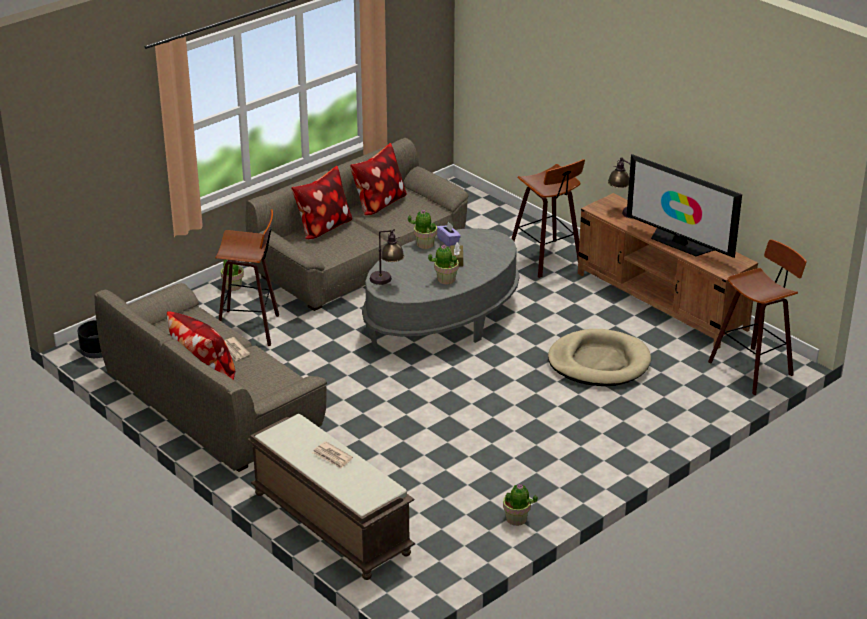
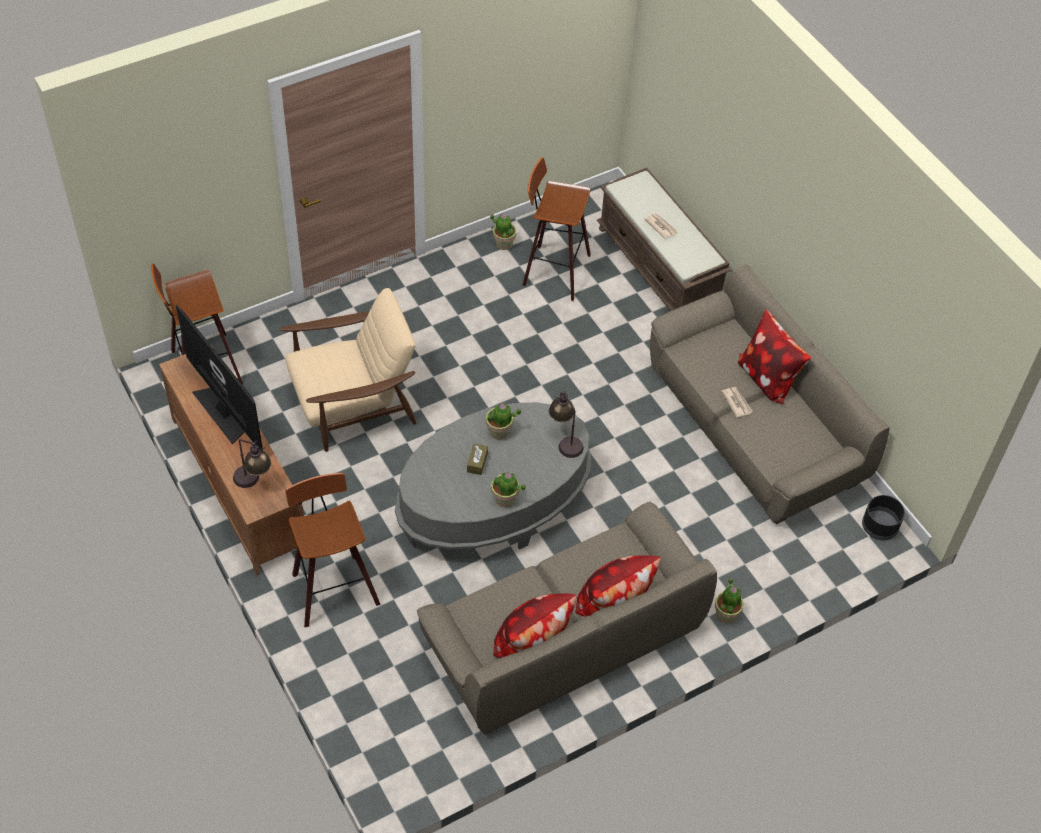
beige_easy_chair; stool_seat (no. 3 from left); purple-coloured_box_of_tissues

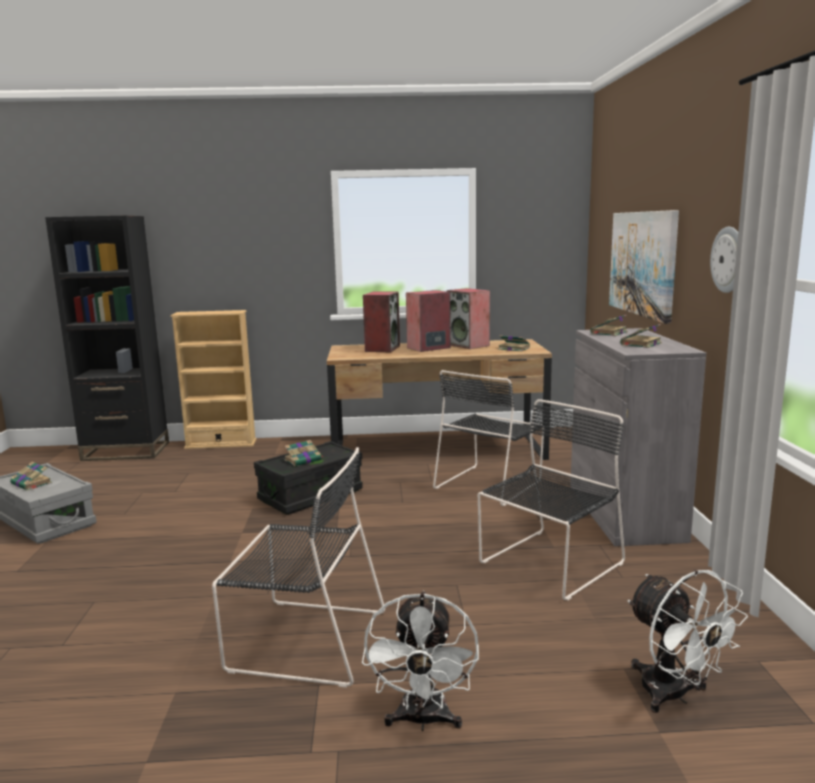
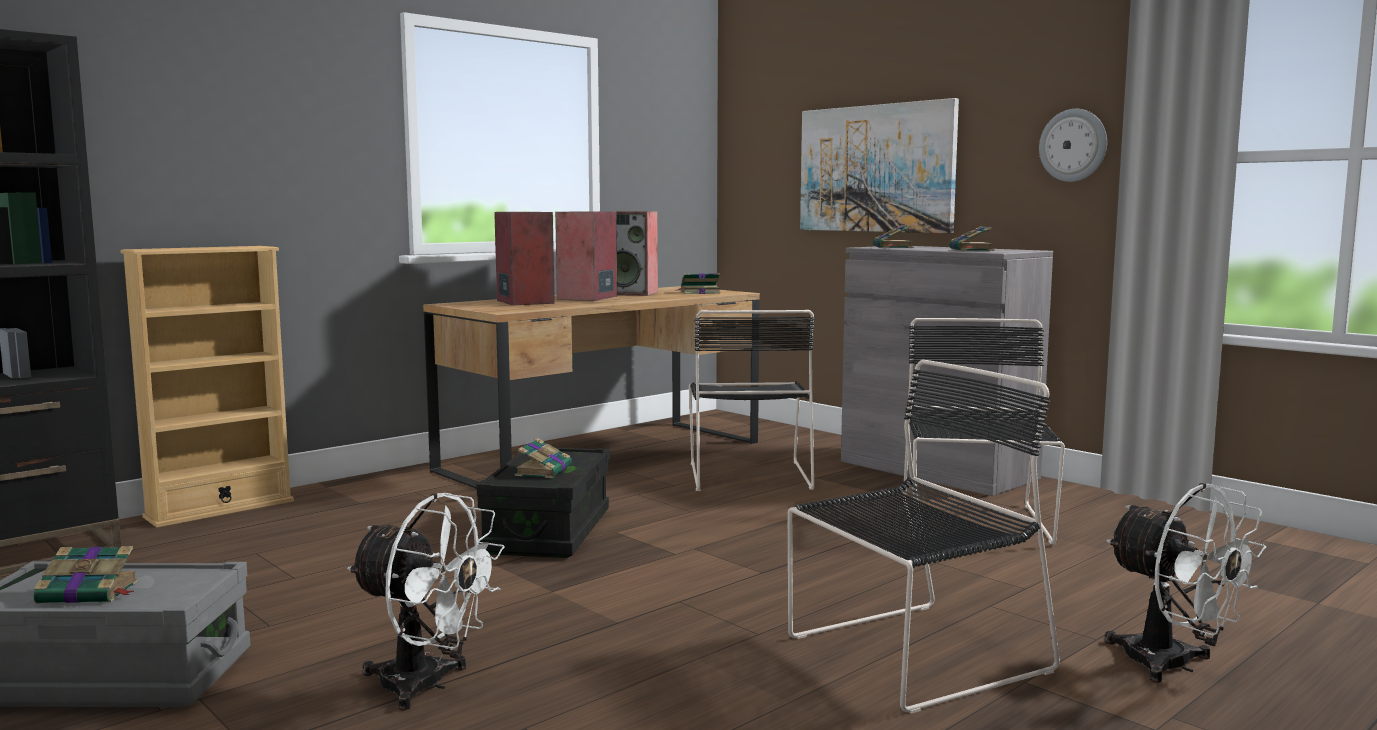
whitish_electric_fan (no. 1 from left)

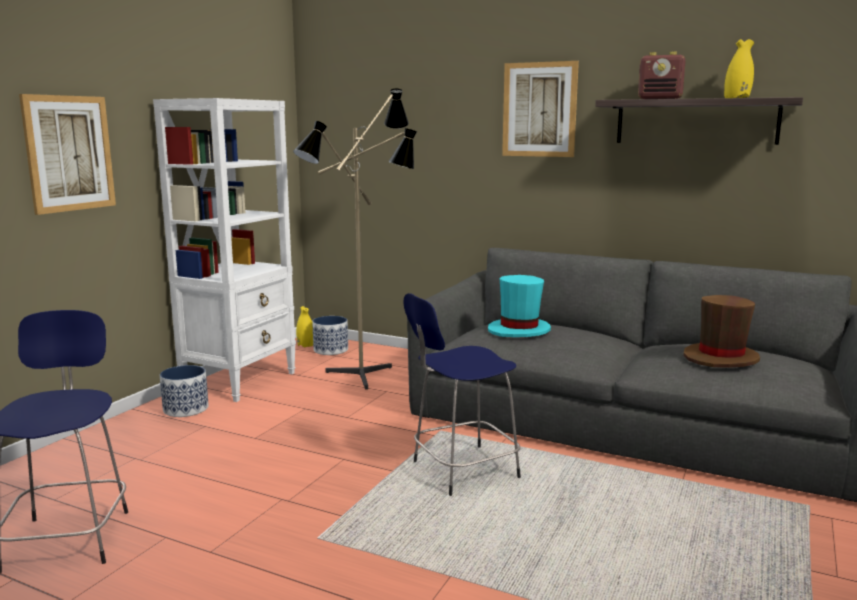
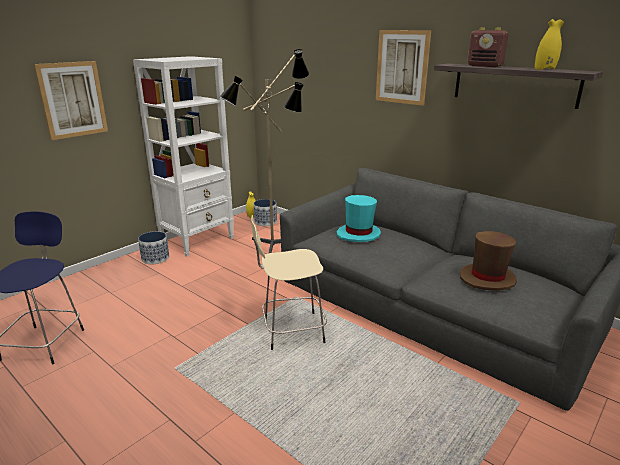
beige_stool_seat

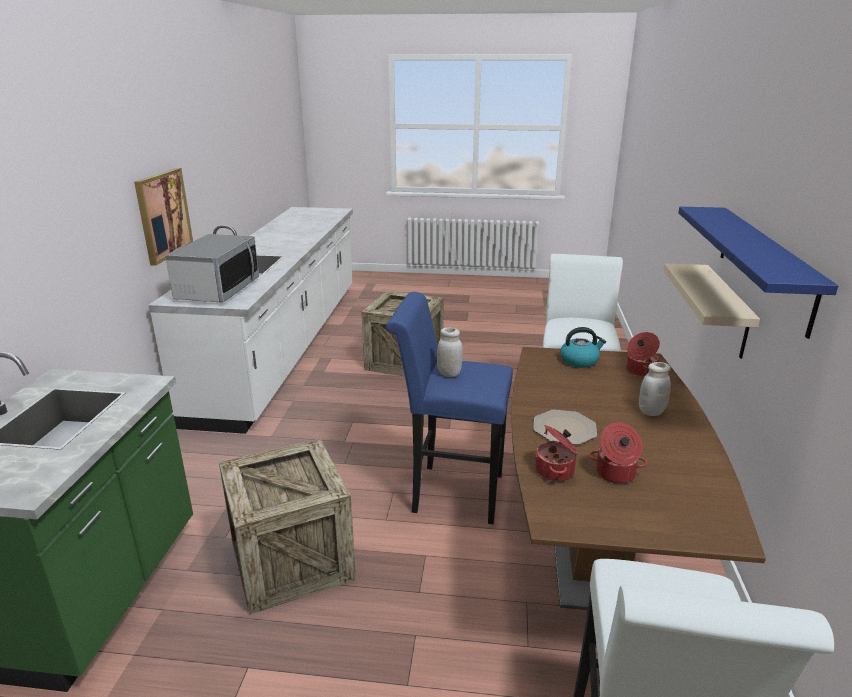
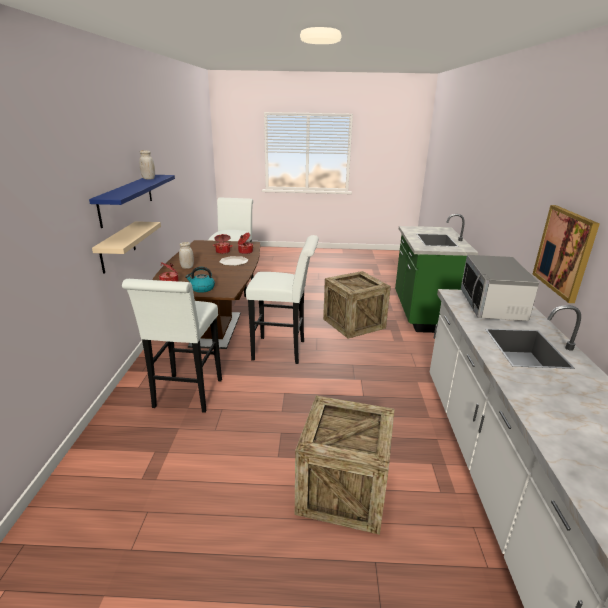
whitish_storage_jar (no. 1 from left); whitish_stool_seat (no. 3 from left)

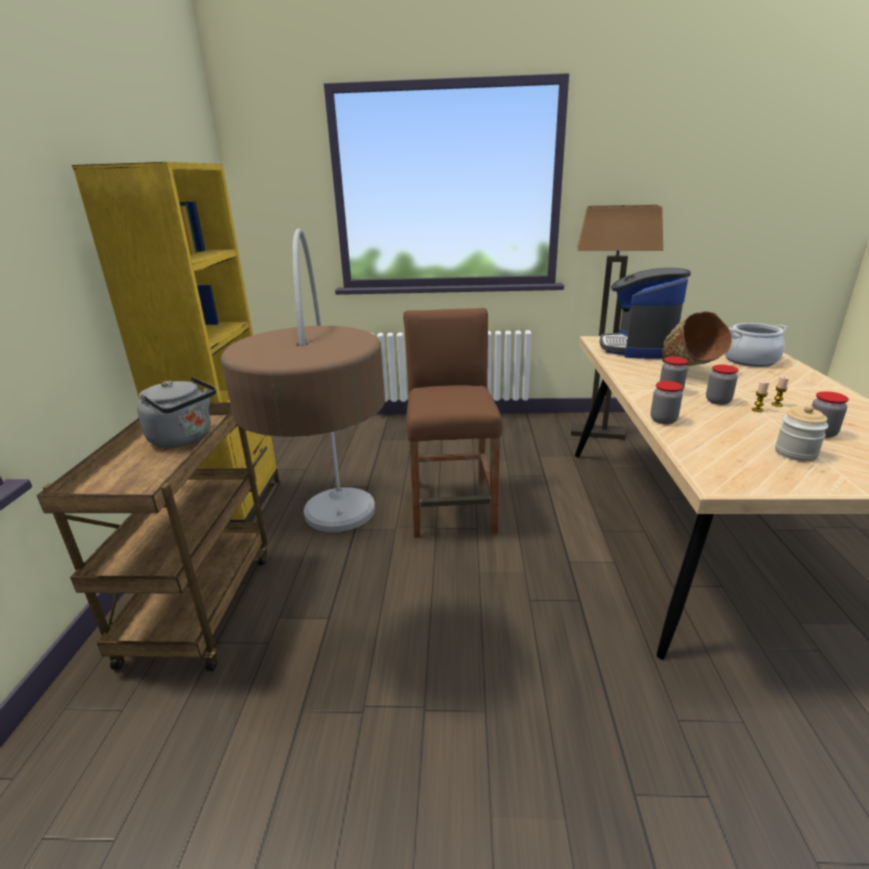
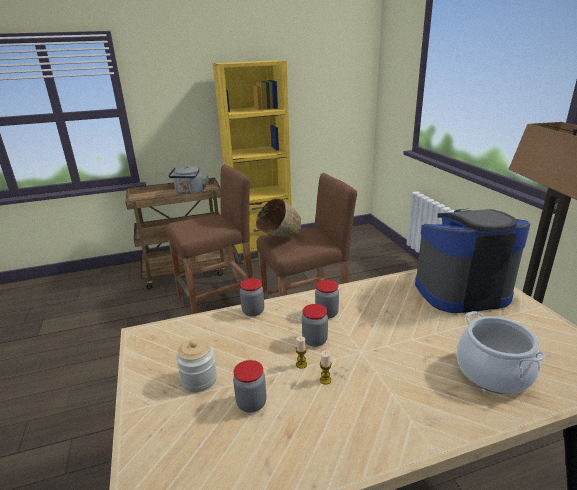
brown_stool_seat (no. 1 from left); brown_serving_bowl

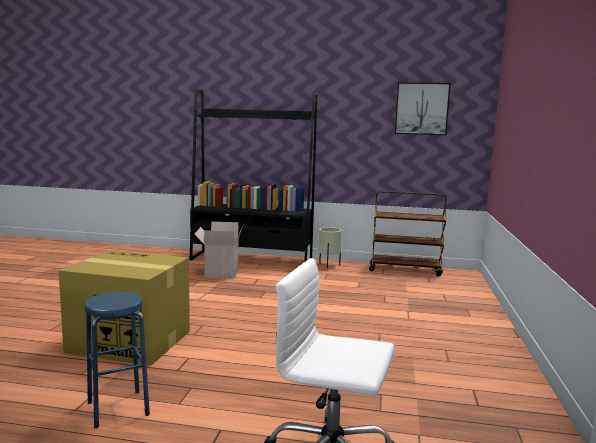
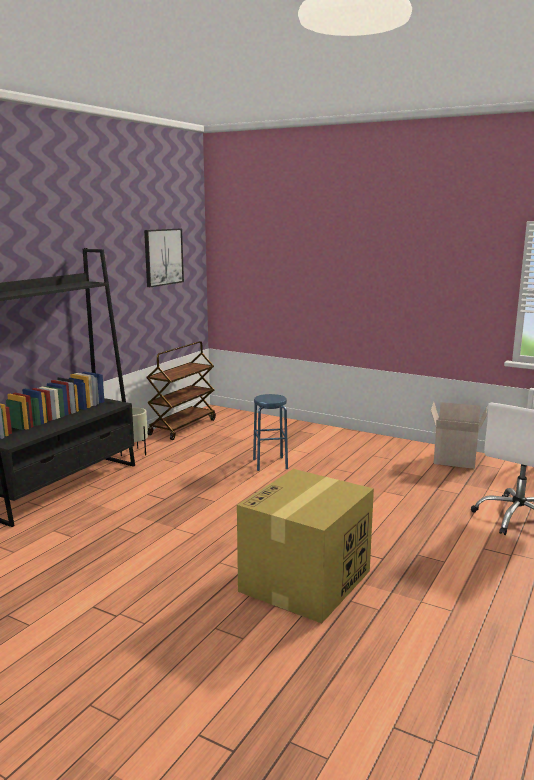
blue_stool_seat; cardboard_box (no. 2 from left)

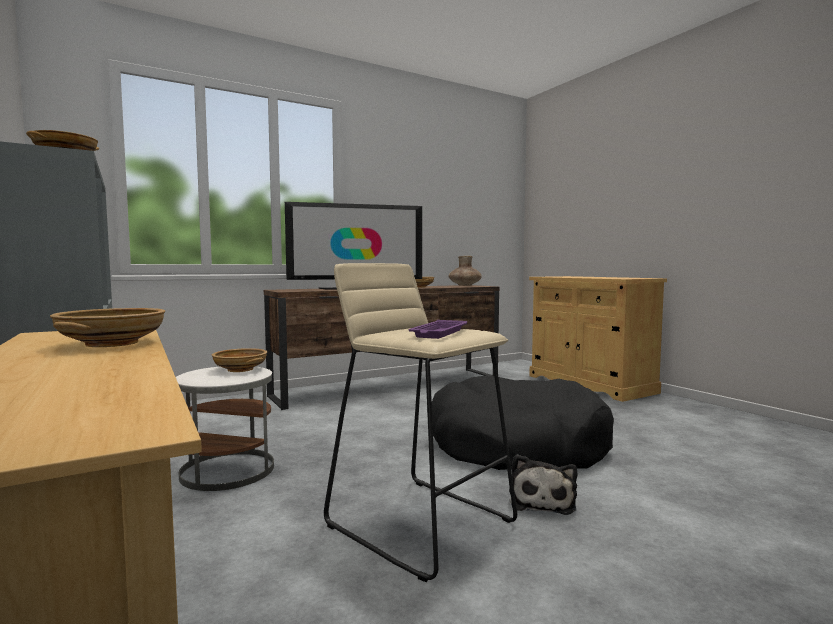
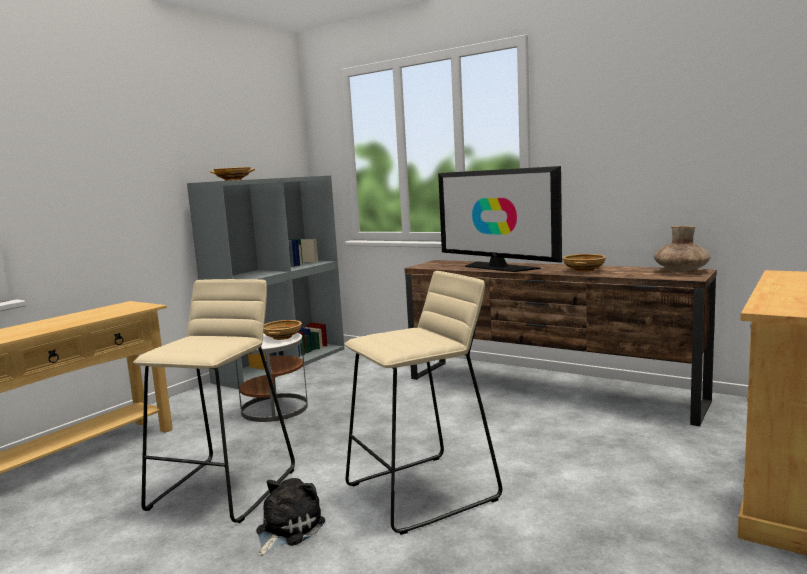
cuddly_toy; beige_stool_seat (no. 2 from left); beige_serving_bowl (no. 2 from left in the first image); purple-coloured_serving_tray

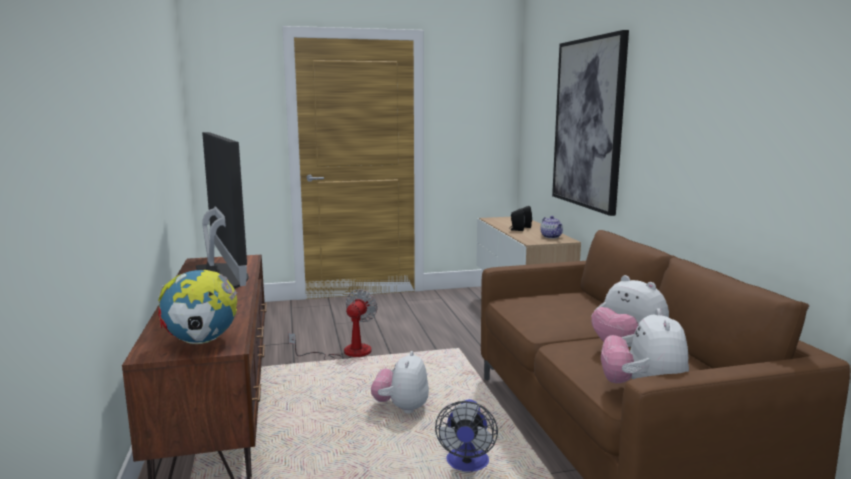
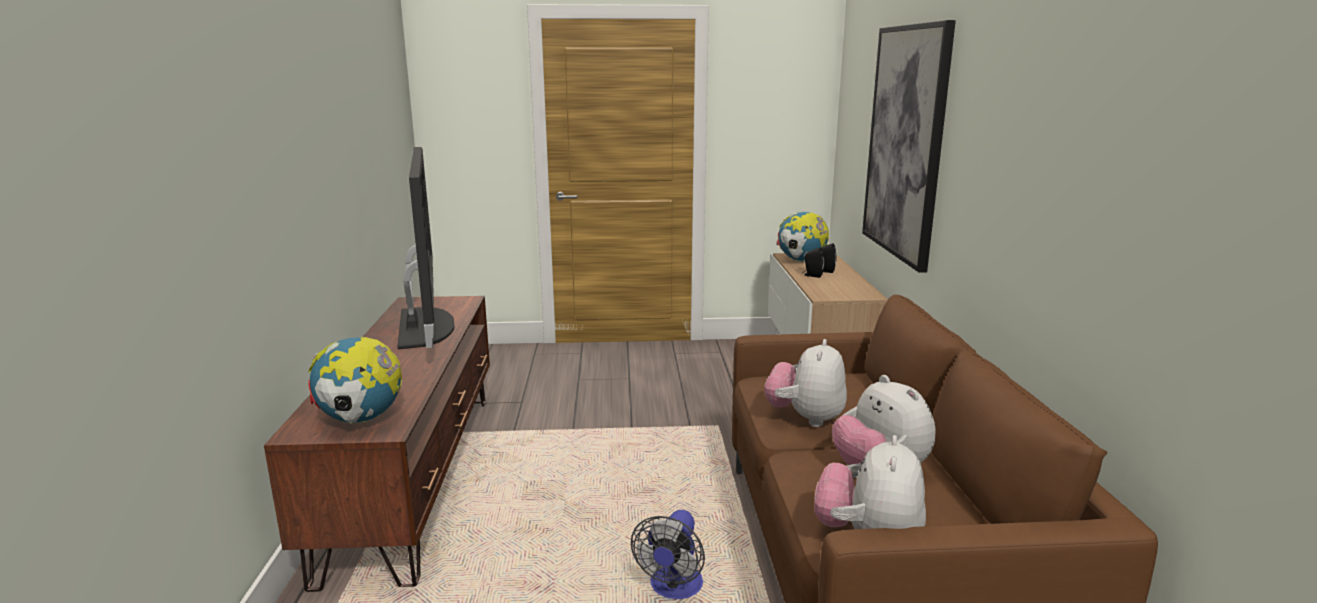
cuddly_toy (no. 1 from left); world_globe (no. 2 from left); electric_fan (no. 1 from left in the first image); pot_for_tea

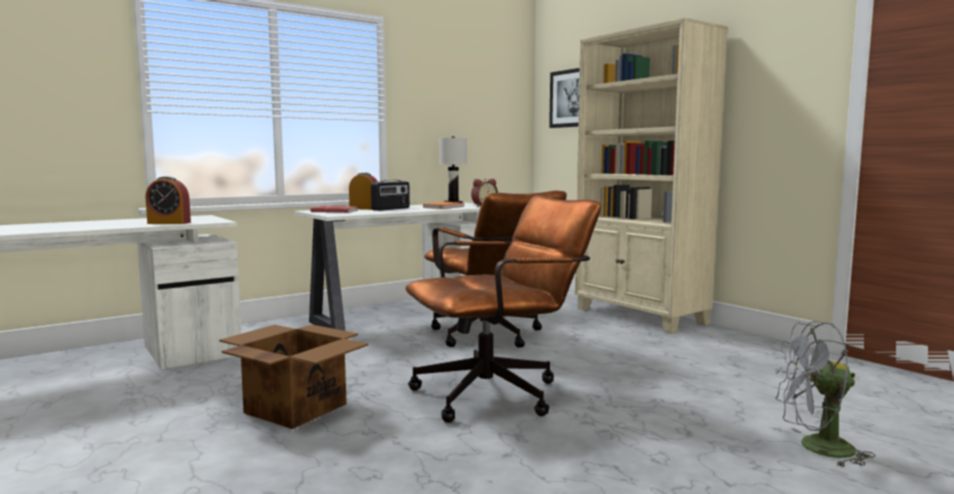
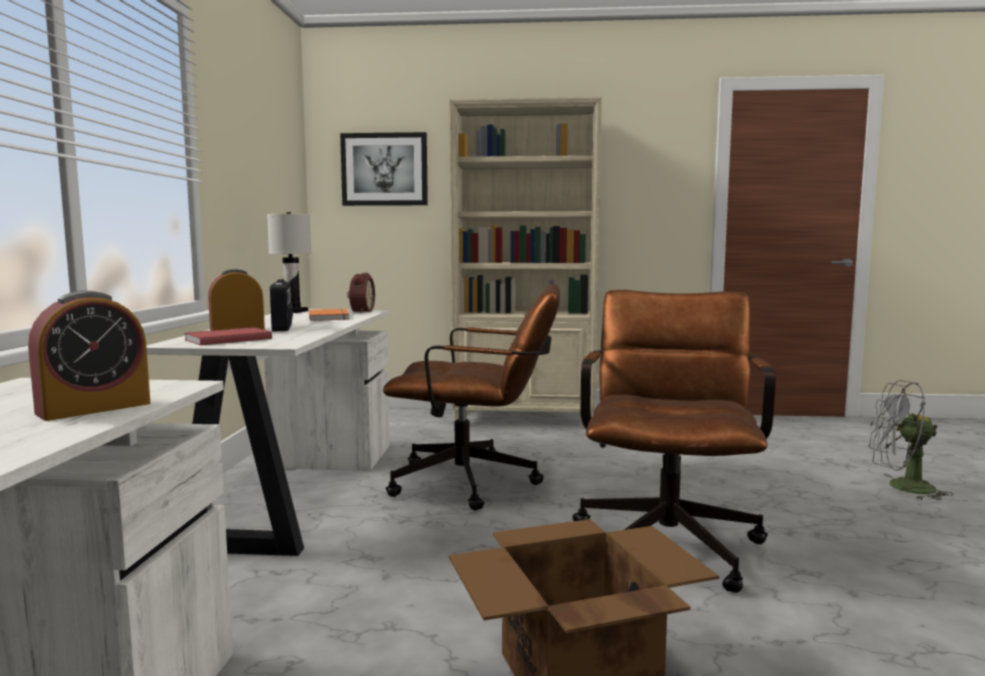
grey_electric_fan

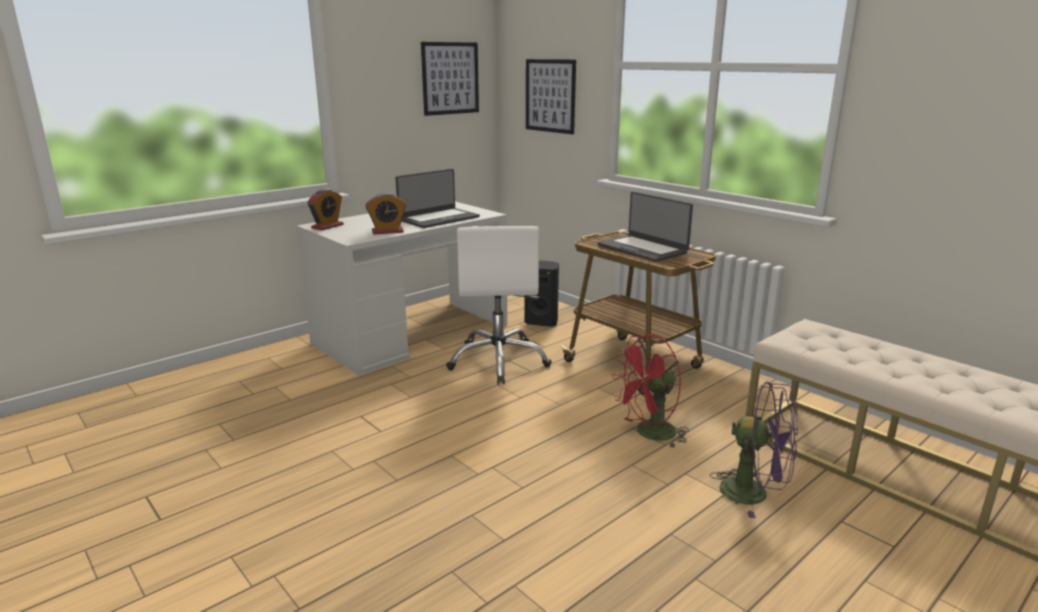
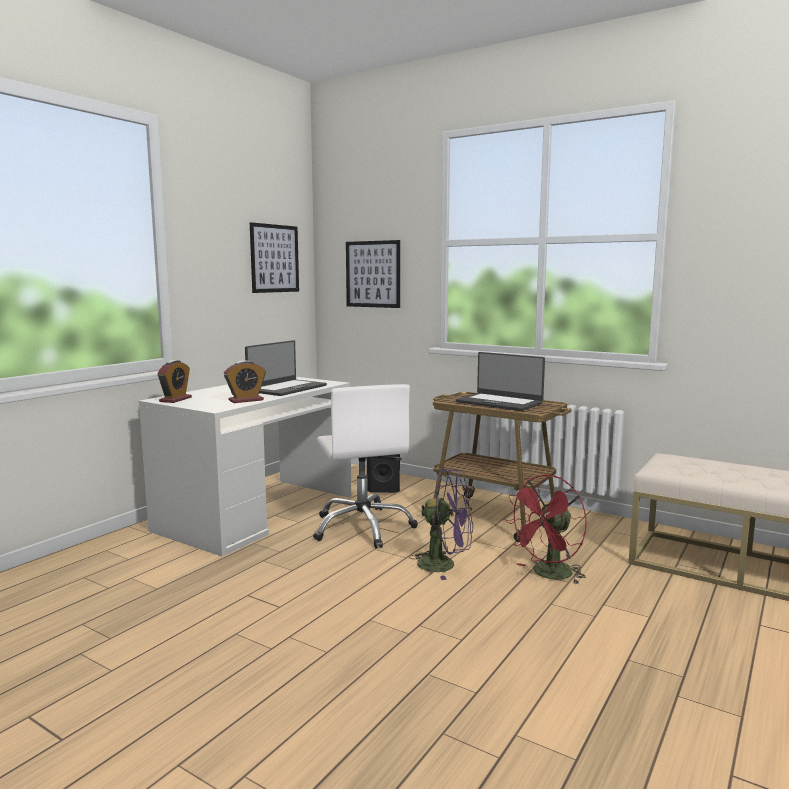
purple-coloured_electric_fan

